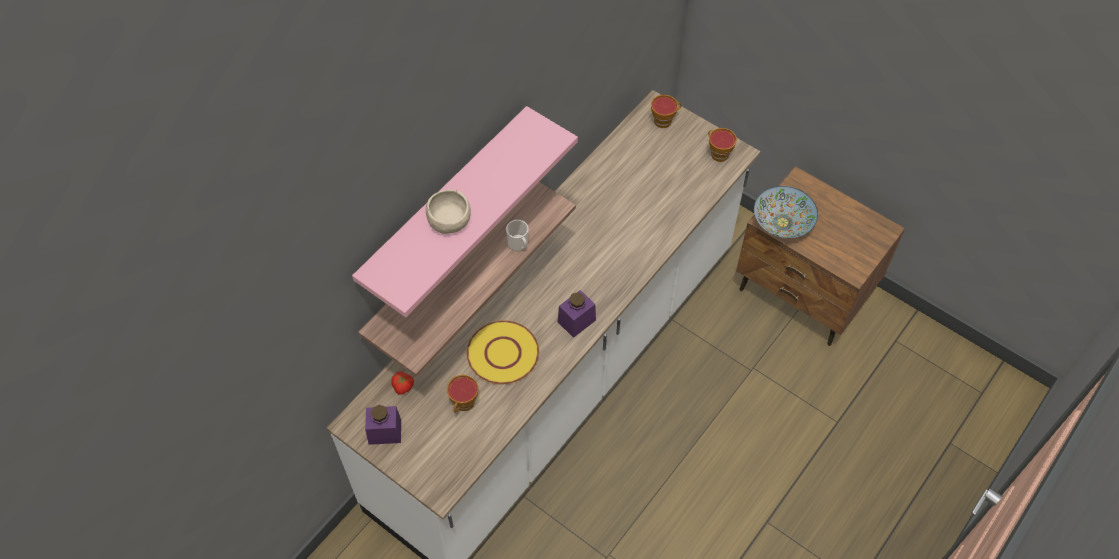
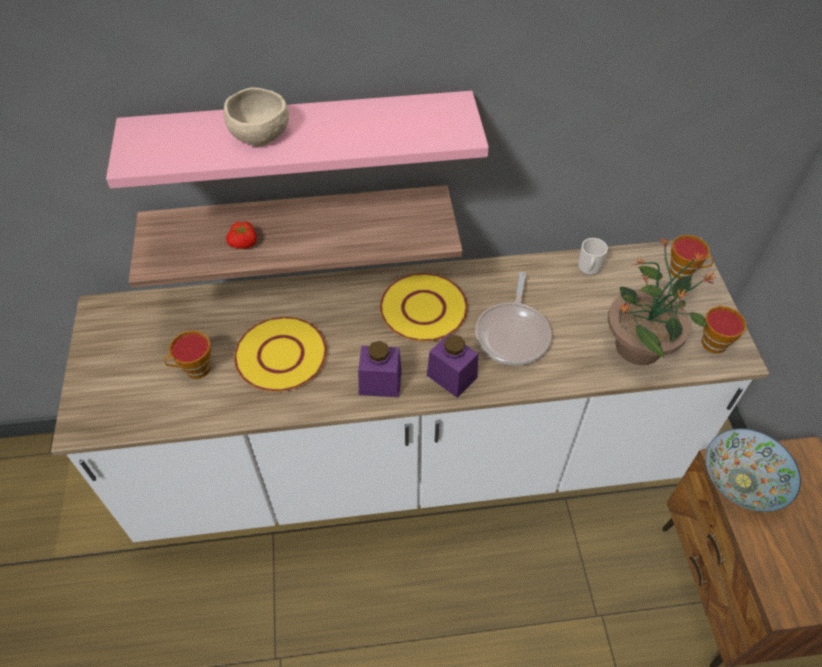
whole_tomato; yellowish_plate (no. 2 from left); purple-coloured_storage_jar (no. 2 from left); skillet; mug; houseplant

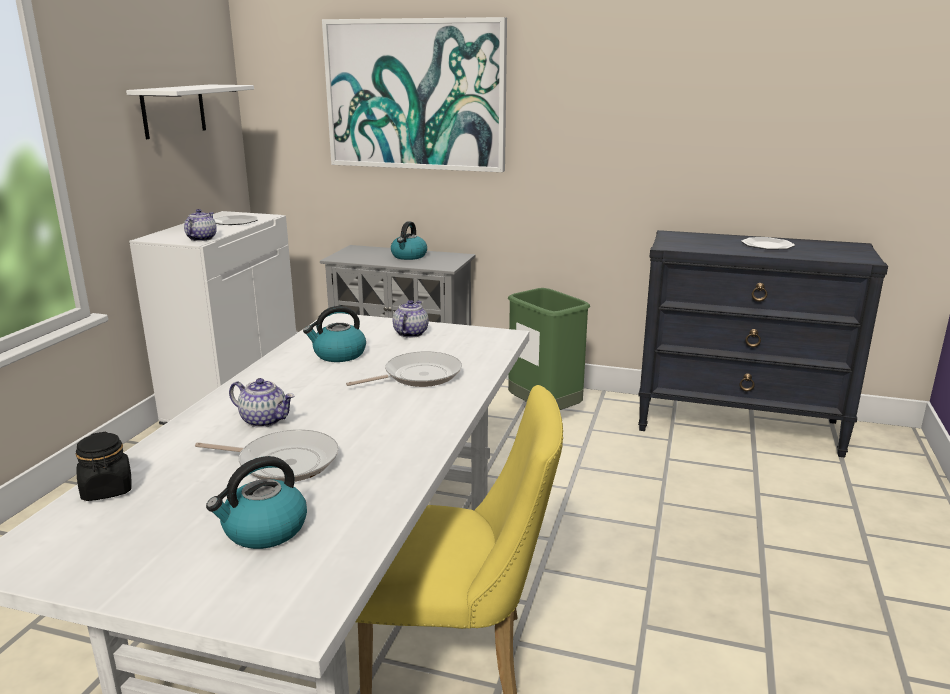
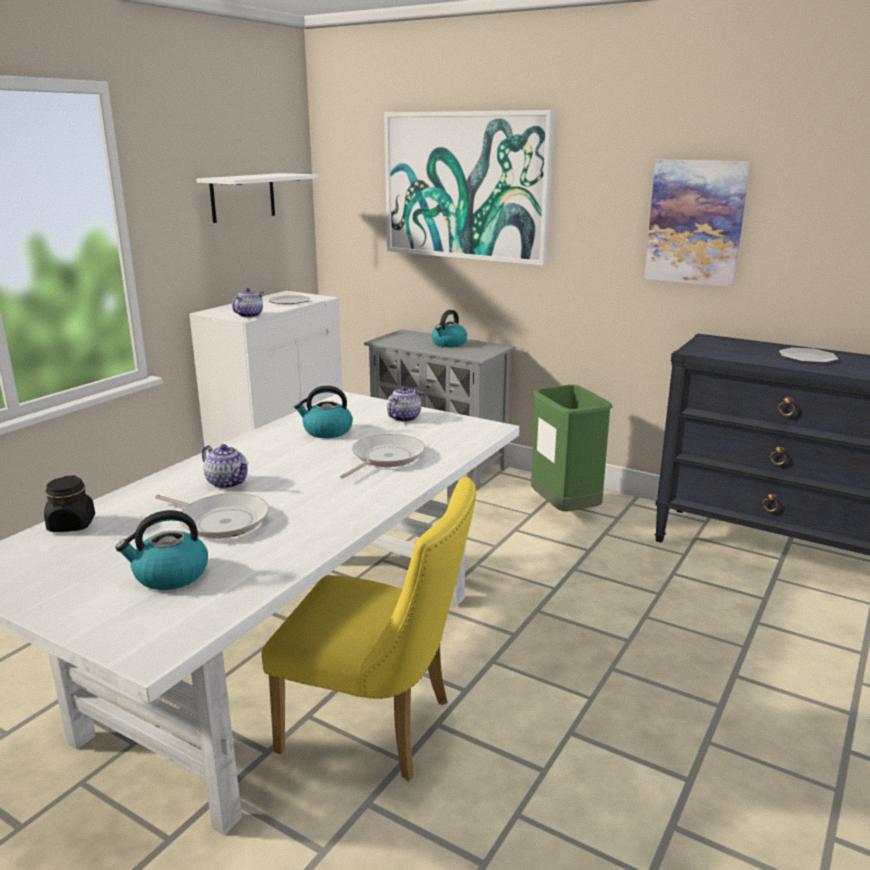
skillet (no. 2 from left); picture (no. 2 from left)

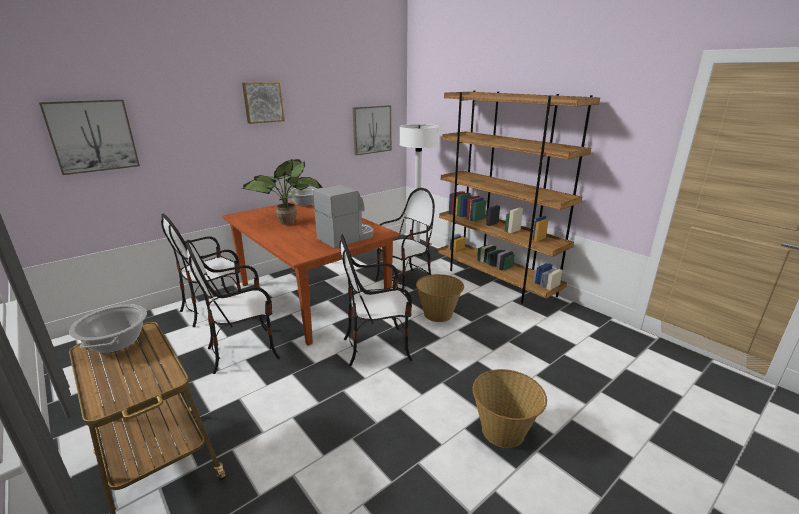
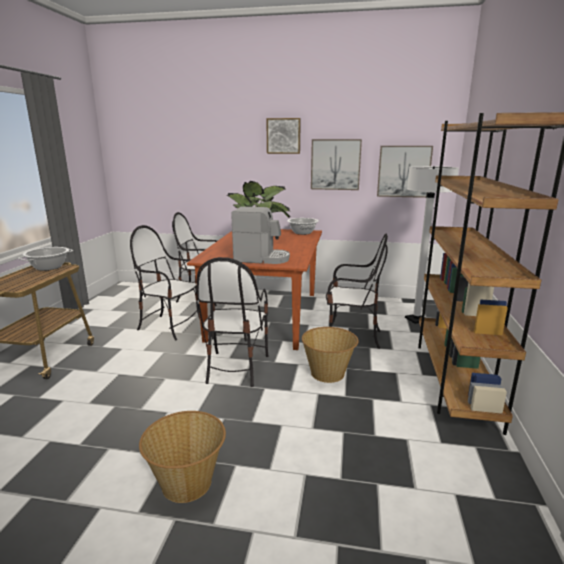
upright_chair (no. 3 from left); picture (no. 2 from left)

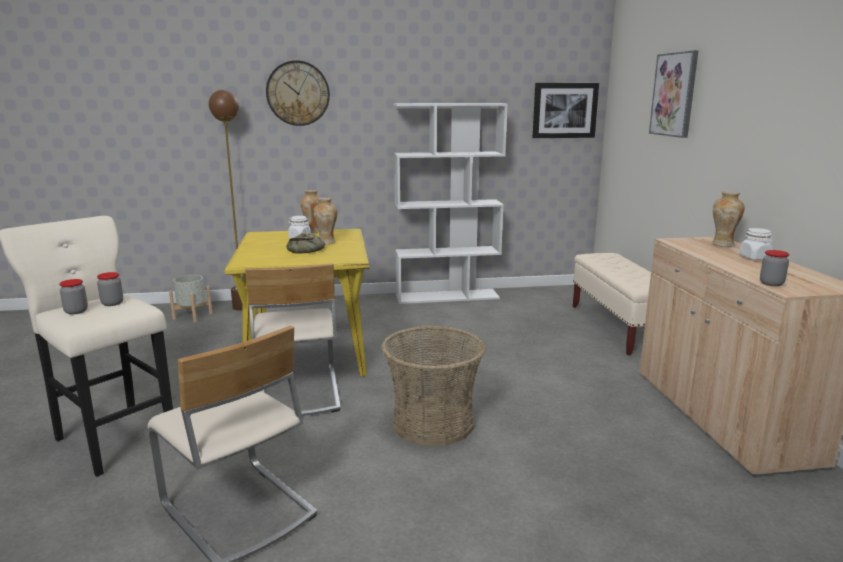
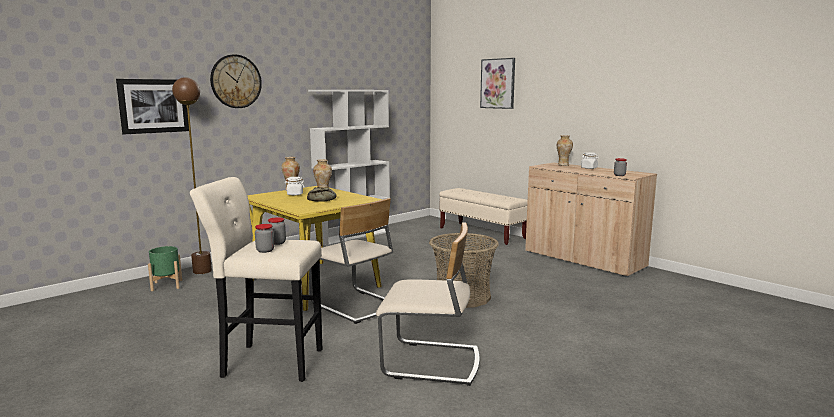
picture (no. 1 from left); greenish_planter

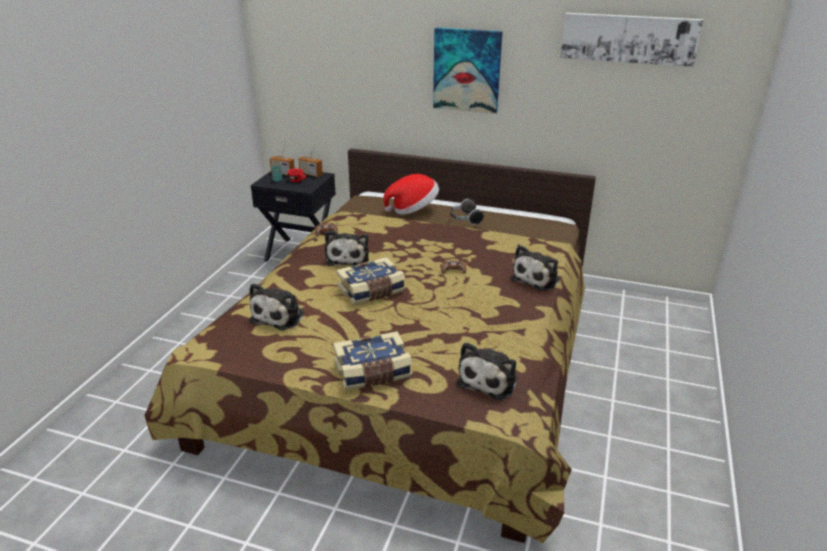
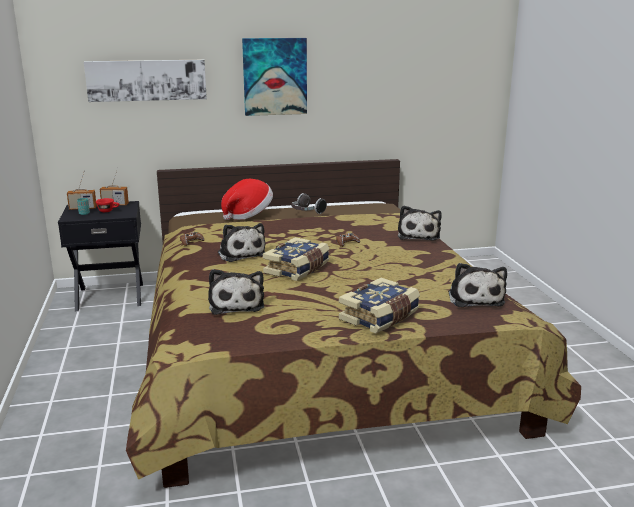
picture (no. 1 from left)

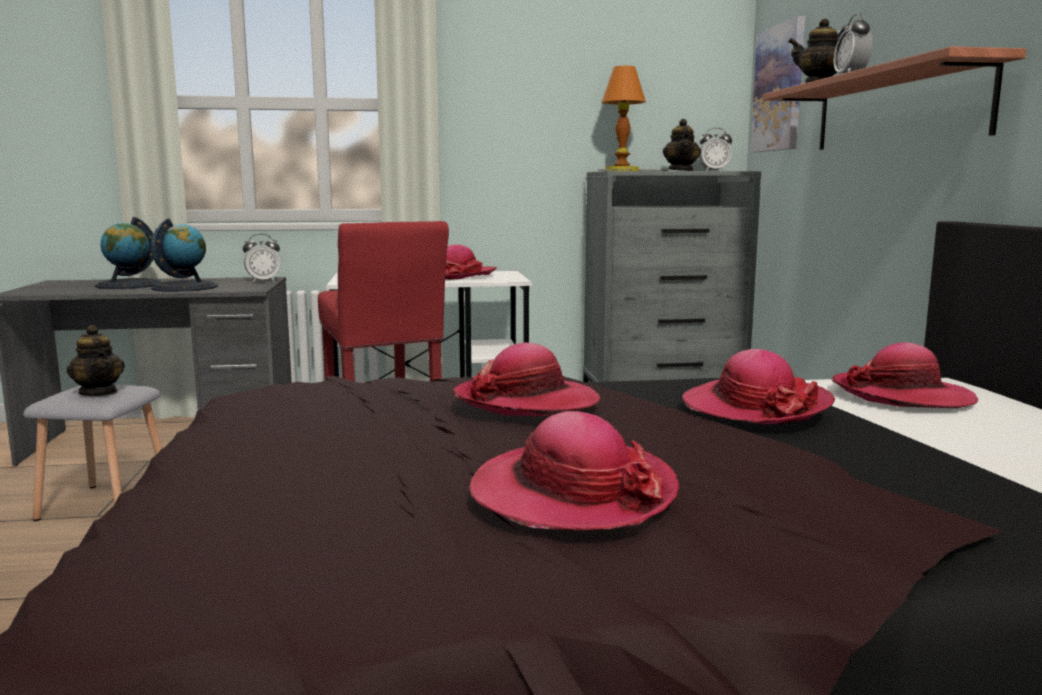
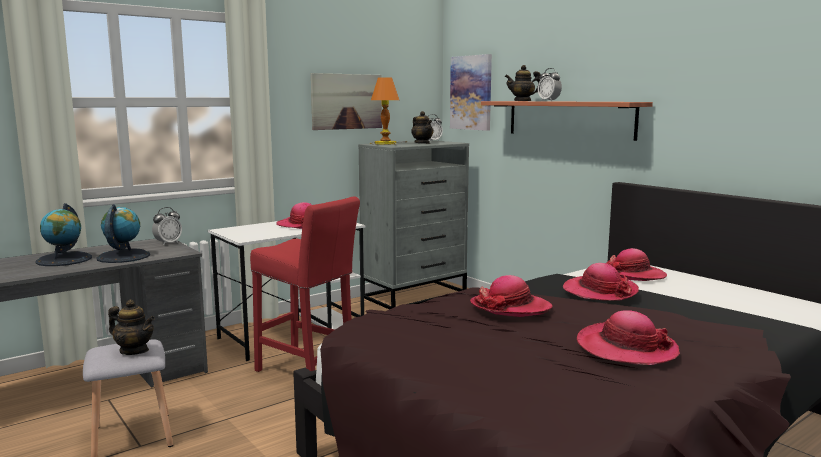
picture (no. 1 from left)

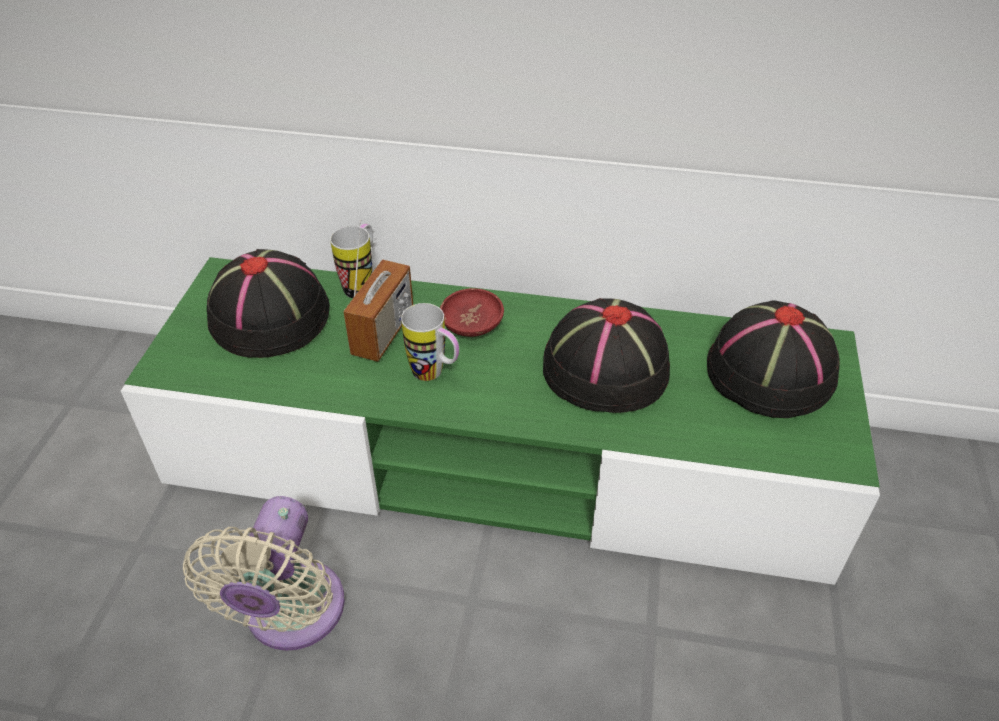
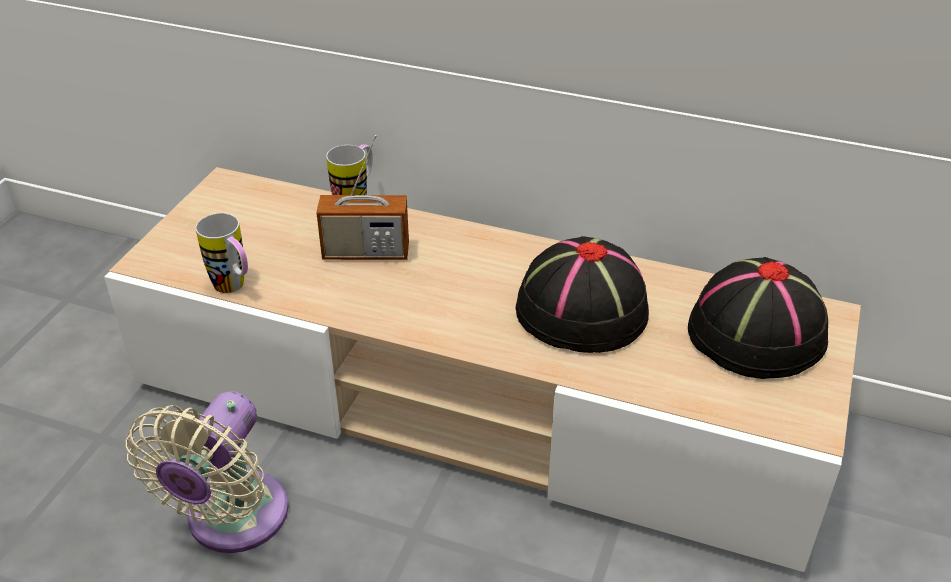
beige_media_console; mug (no. 1 from left); radio; blackish_clothing_hat (no. 1 from left in the first image); reddish_serving_bowl

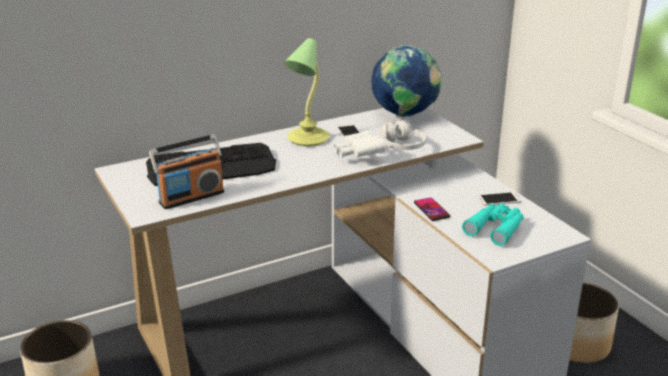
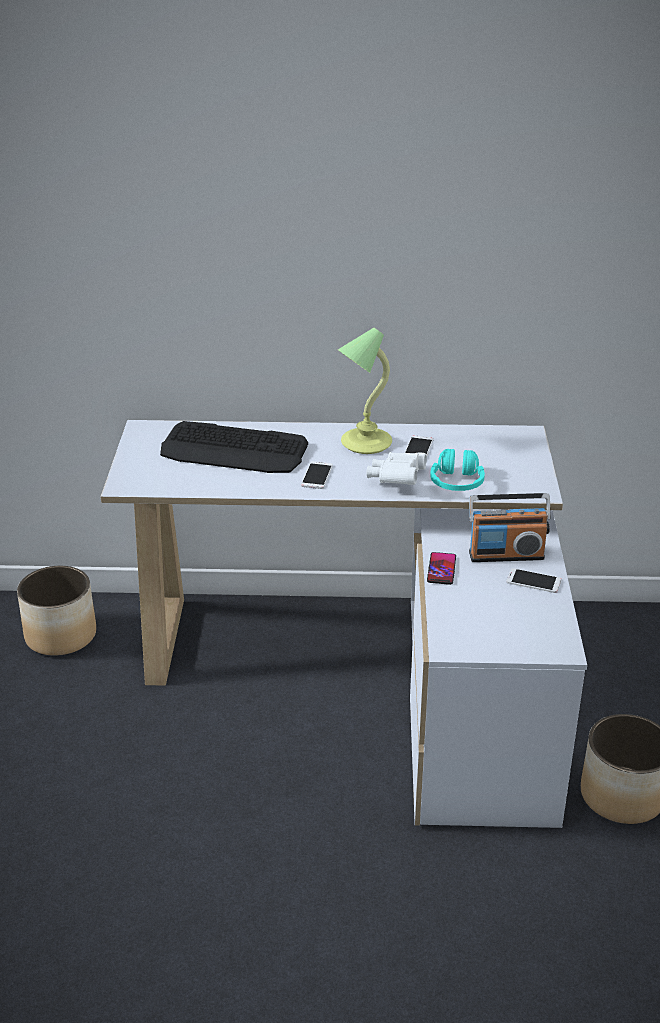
telephone (no. 1 from left); turquoise_headset; radio; world_globe; turquoise_field_glasses

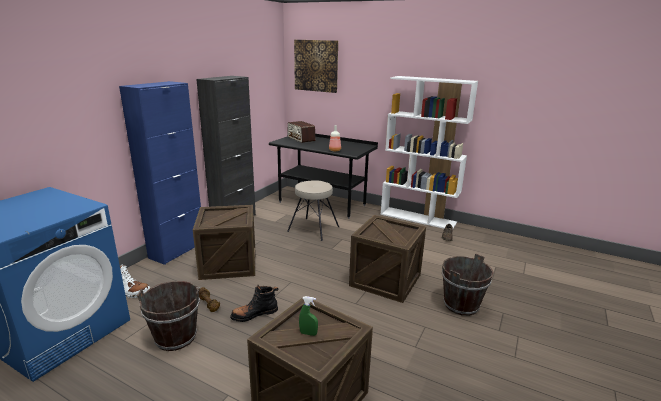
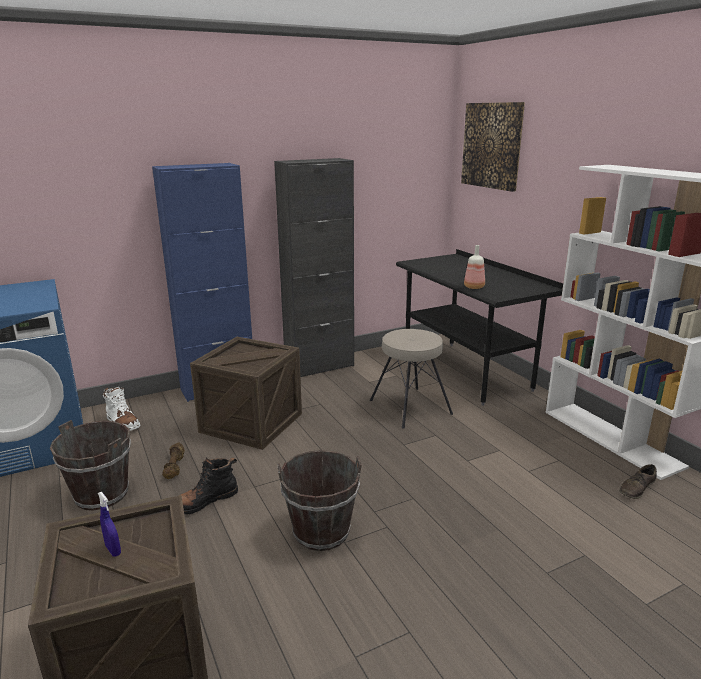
blue_sprayer; blackish_tall_boot; brown_water_bucket (no. 2 from left); radio; crate (no. 3 from left in the first image)

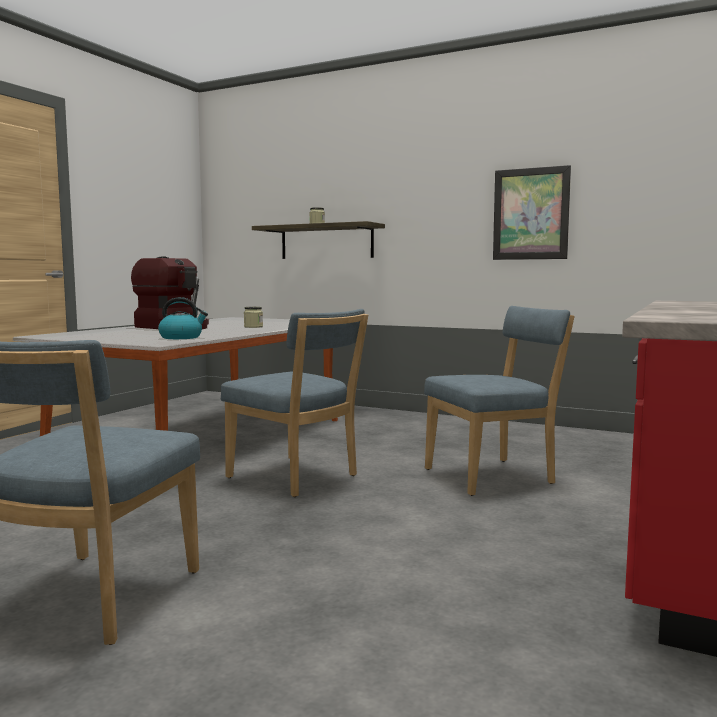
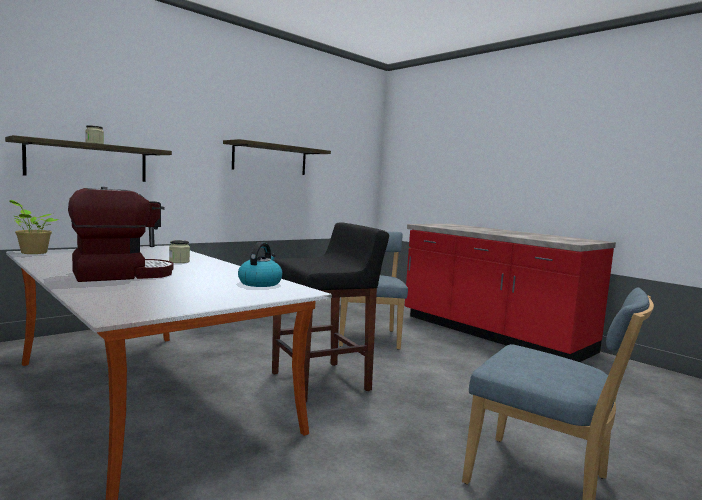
houseplant; bracket_shelf (no. 2 from left); blackish_stool_seat

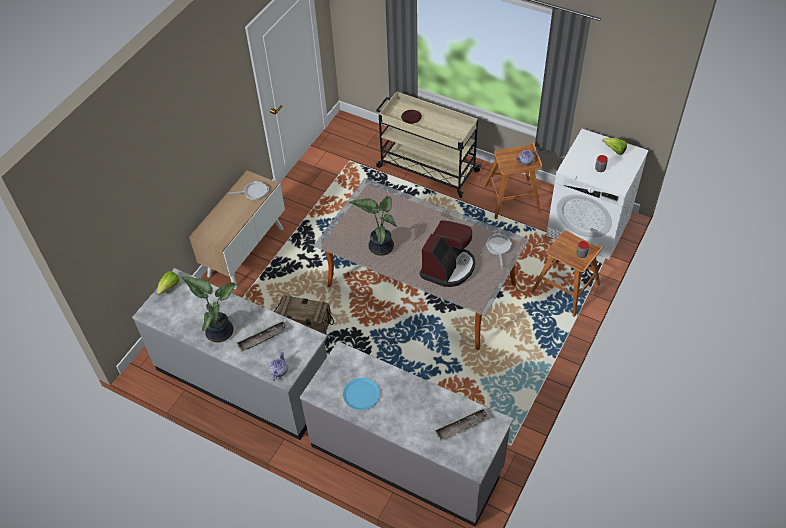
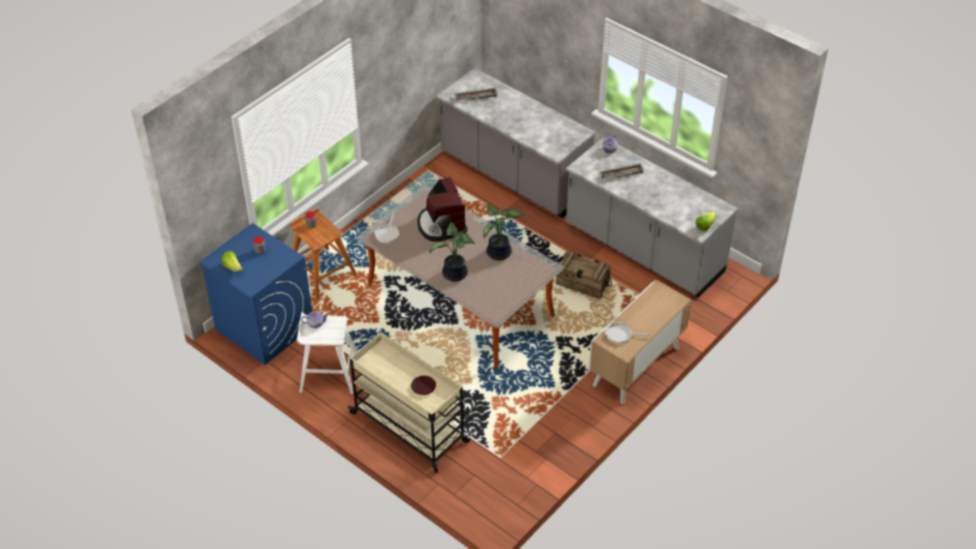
blue_washing_machine; whitish_stool_seat; coffee_brewer; houseplant (no. 1 from left); blue_plate

